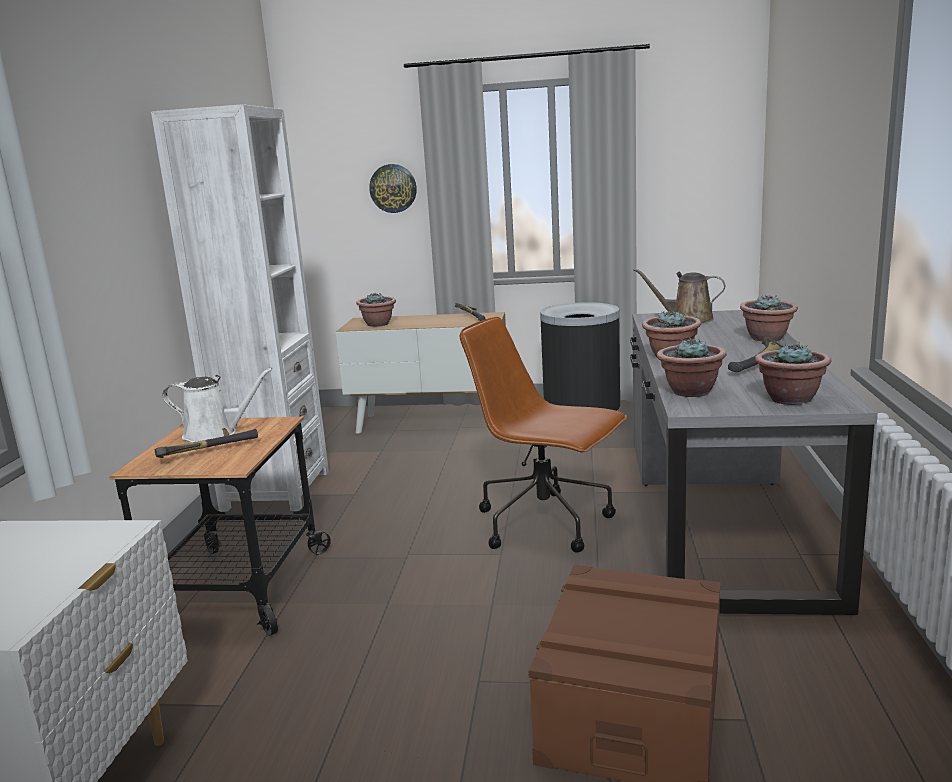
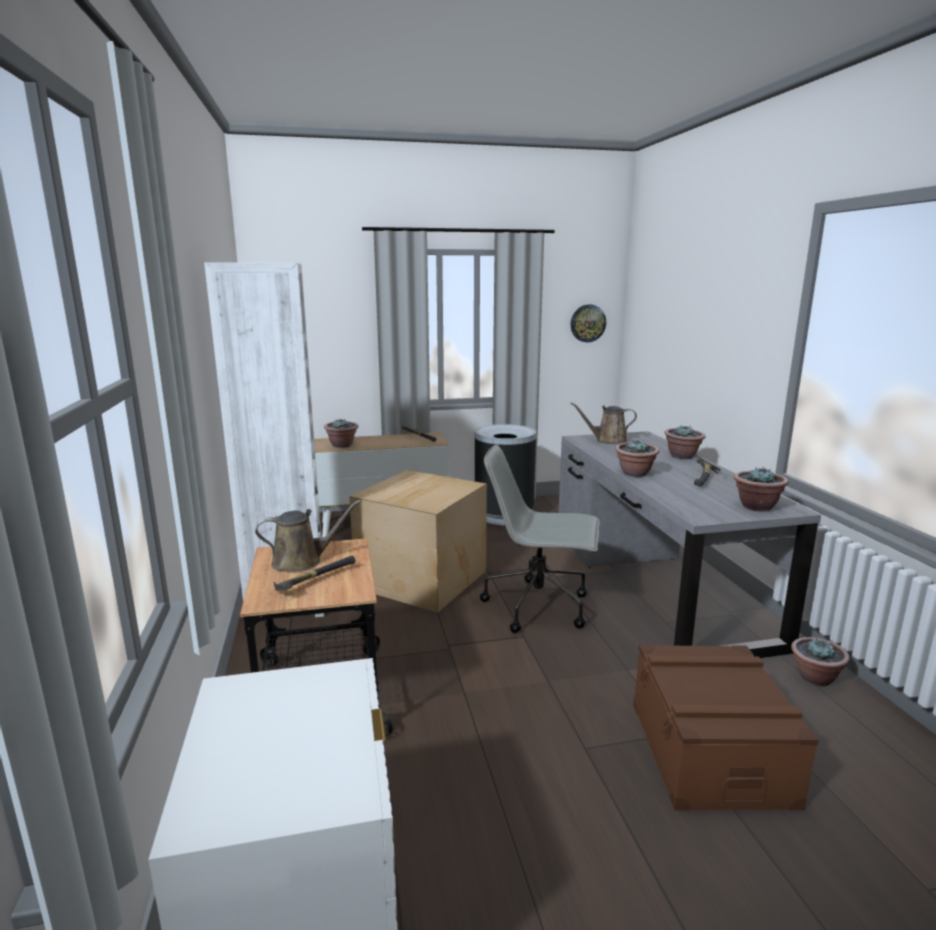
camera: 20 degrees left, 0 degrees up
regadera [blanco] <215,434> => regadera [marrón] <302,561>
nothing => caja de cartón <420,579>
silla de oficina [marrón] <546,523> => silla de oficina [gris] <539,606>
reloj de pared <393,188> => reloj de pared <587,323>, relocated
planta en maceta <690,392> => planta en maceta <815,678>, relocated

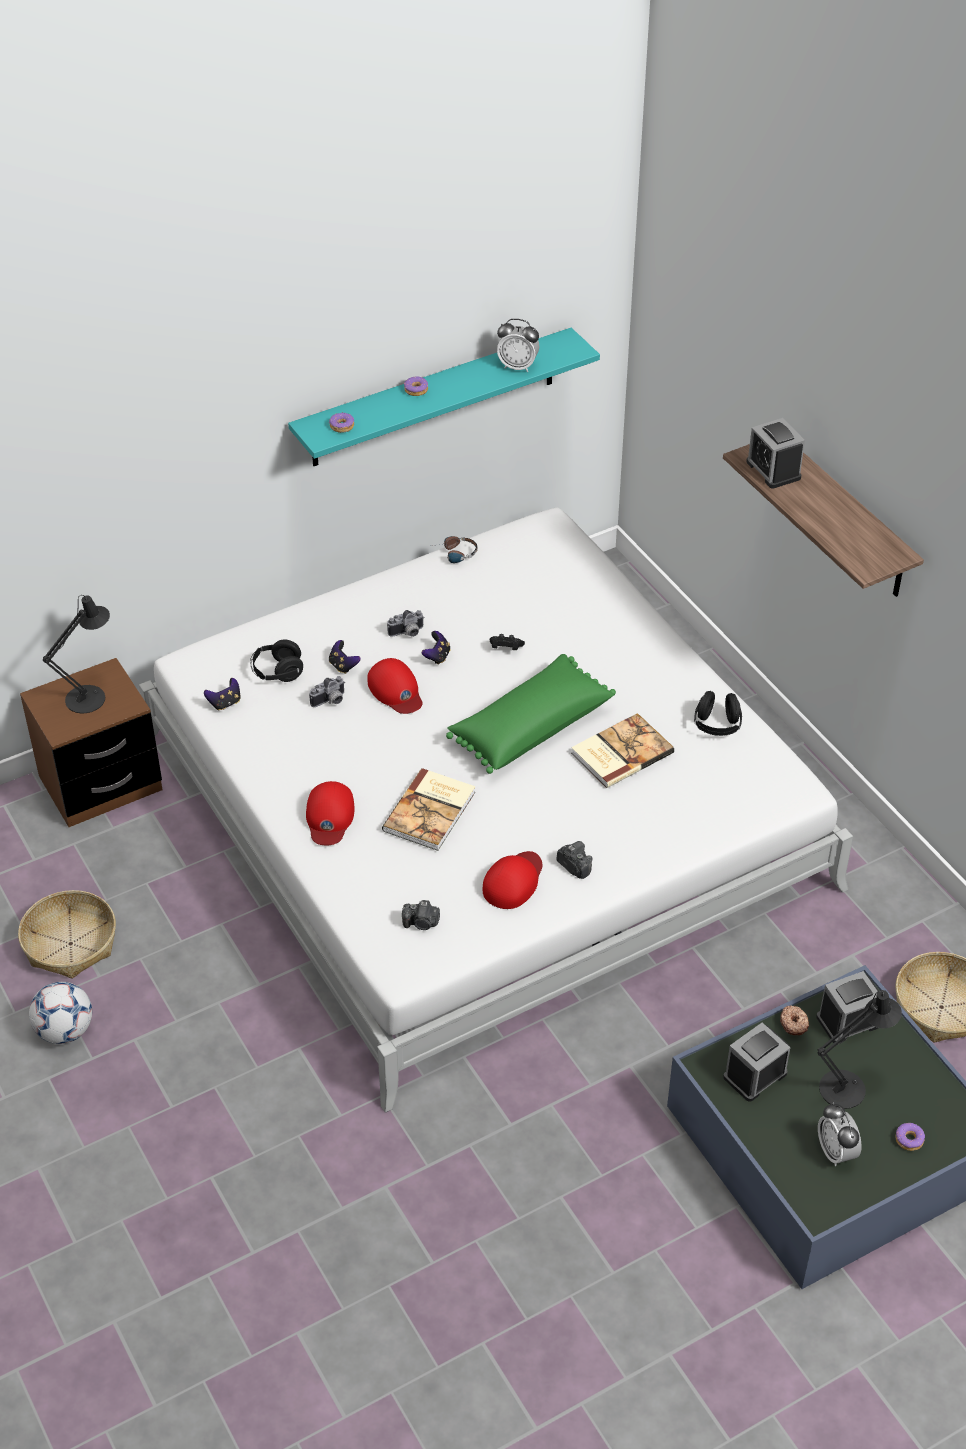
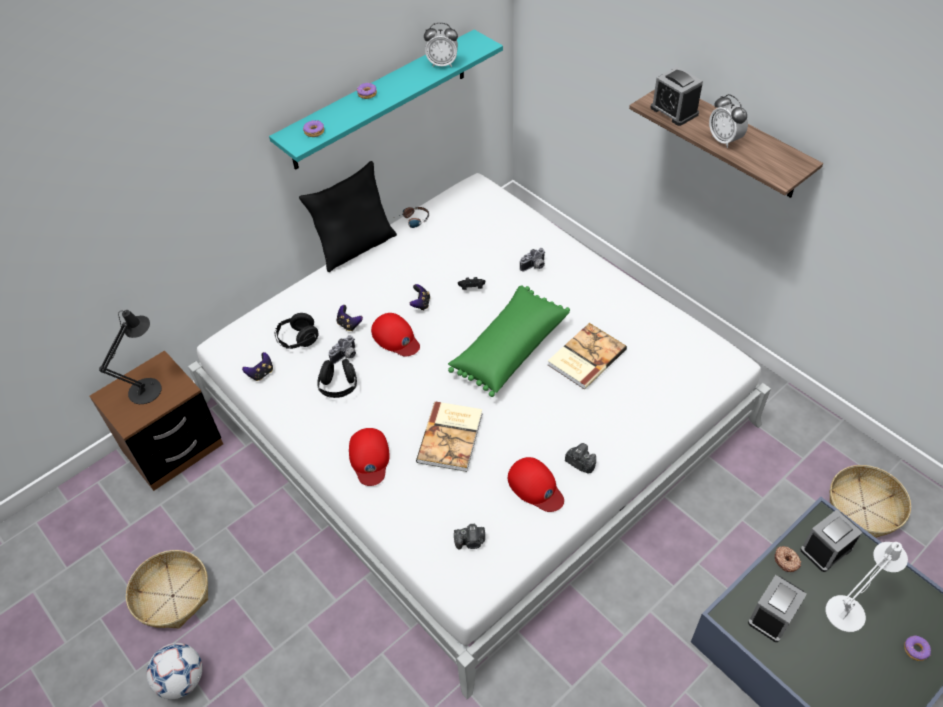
camera: 10 degrees left, 5 degrees up
nothing => cojín [negro] <355,246>
auriculares [negro] <717,725> => auriculares [negro] <339,387>, relocated
gorra [rojo] <513,881> => gorra [rojo] <535,487>, 120 degrees clockwise
cámara <407,633> => cámara <534,267>, relocated
despertador <836,1152> => despertador <724,140>, relocated
lámpara de mesa [negro] <848,1086> => lámpara de mesa [blanco] <849,610>

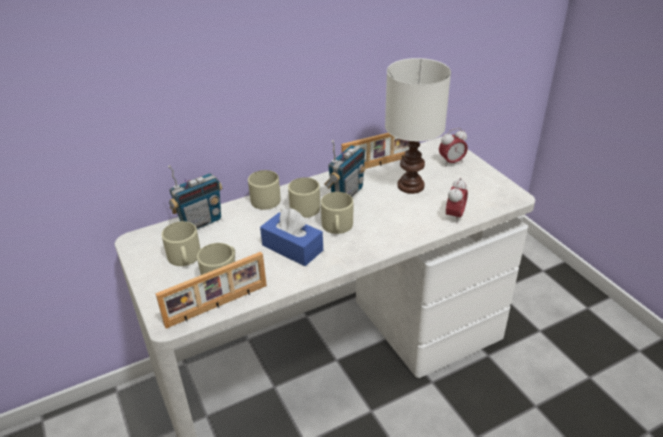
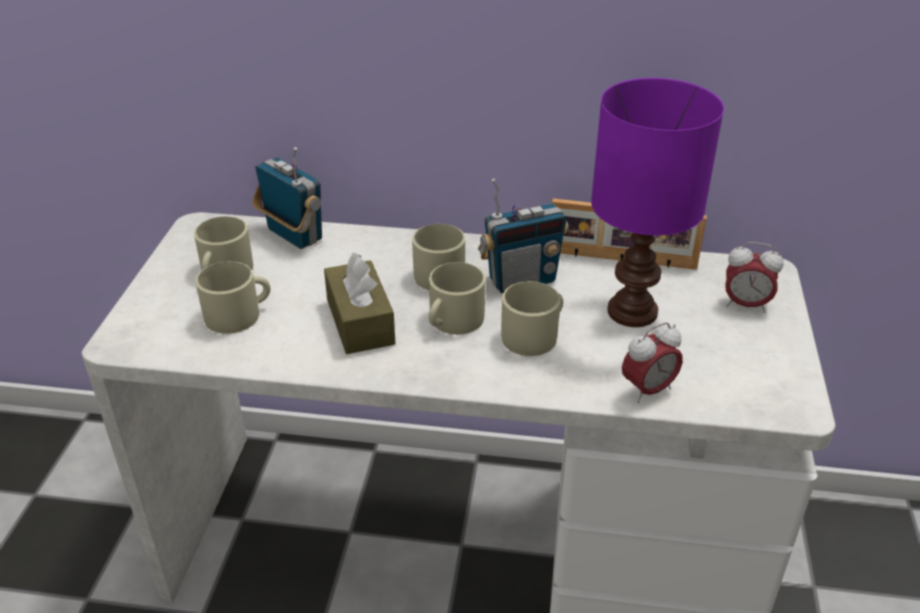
camera: 35 degrees right, 0 degrees up
radio <201,221> => radio <293,235>, 135 degrees counterclockwise
caja de pañuelos [azul] <292,248> => caja de pañuelos [marrón] <360,322>
taza grande [beis] <267,198> => taza grande [beis] <534,335>, relocated
lámpara de mesa [blanco] <411,185> => lámpara de mesa [morado] <634,311>
portarretratos <217,306> => nothing

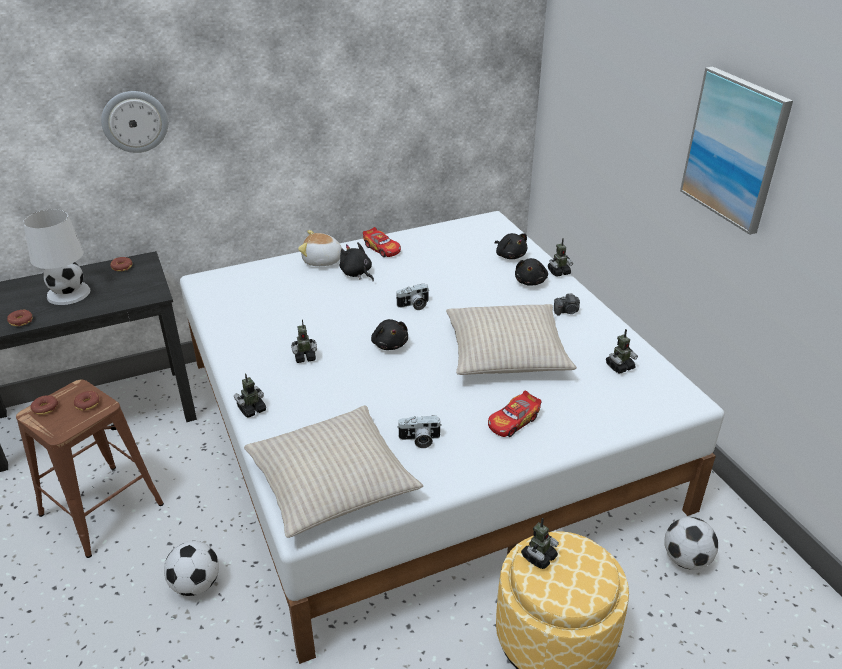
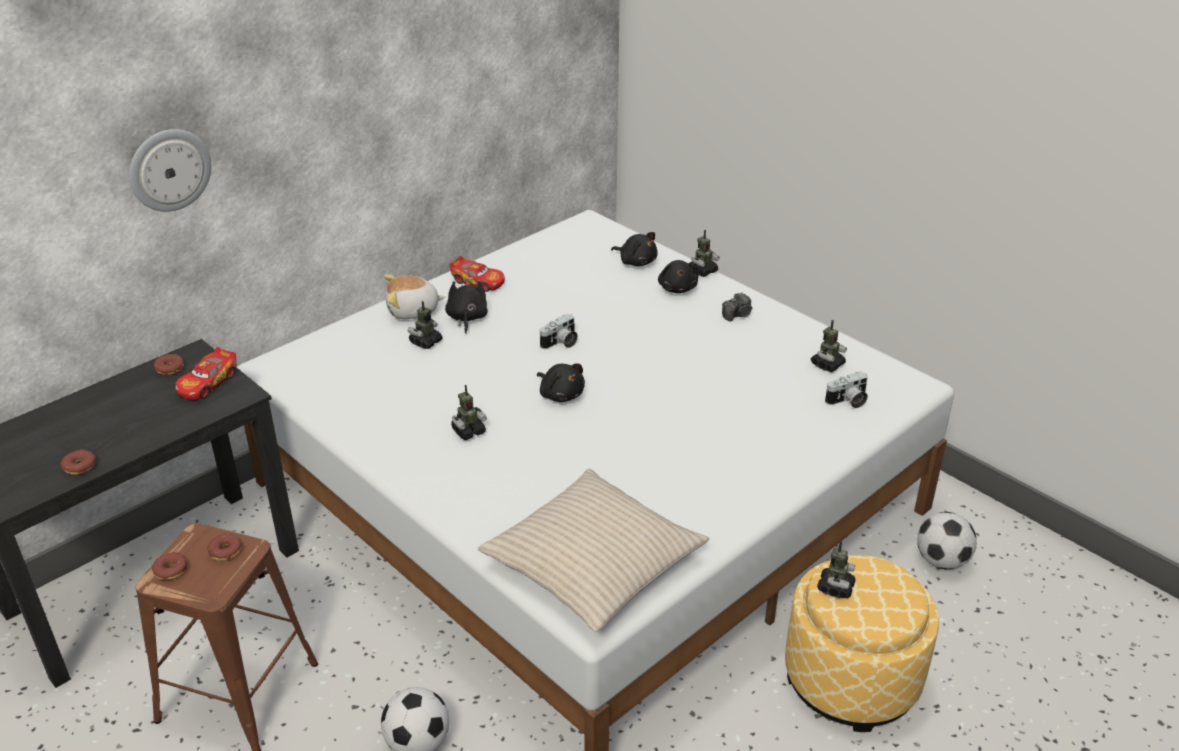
camera: 20 degrees left, 0 degrees up
coche de juguete <513,421> => coche de juguete <207,383>, relocated
robot de juguete <252,409> => robot de juguete <426,342>, relocated
peluche [negro] <357,273> => peluche [negro] <467,318>, 60 degrees clockwise
cámara <419,440> => cámara <848,401>, relocated
lámpara de mesa [blanco] <68,293> => nothing
cojín [beis] <506,352> => nothing
cuadro <734,149> => nothing

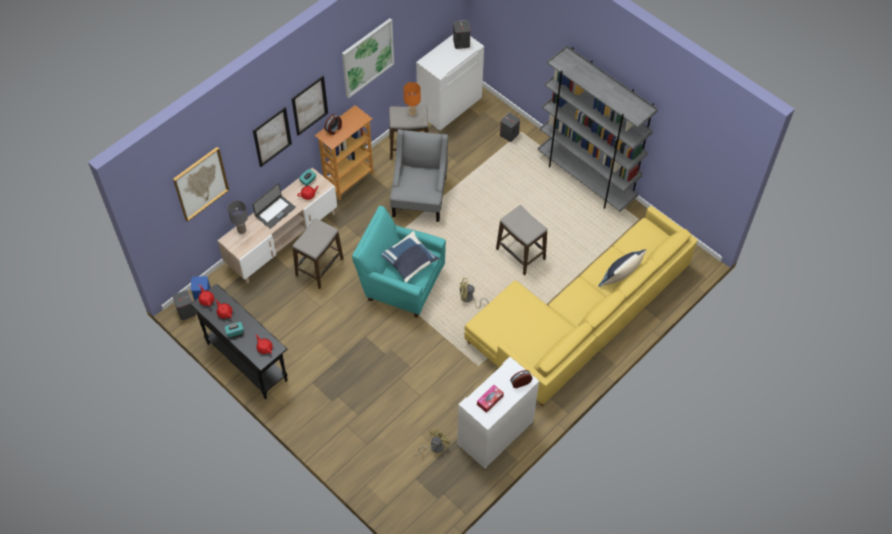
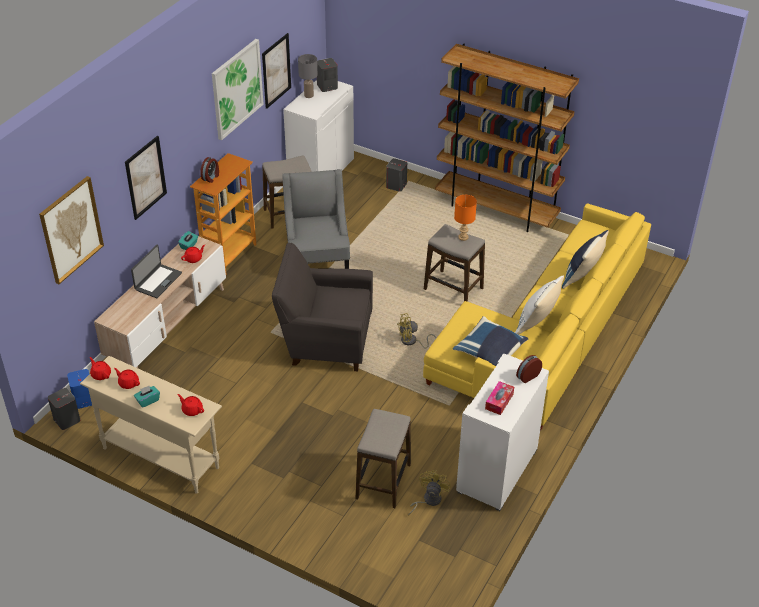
camera: 15 degrees left, 15 degrees down
mesa consola [negro] <247,361> => mesa consola [beis] <160,457>
cuadro <309,105> => cuadro <276,70>, relocated
sillón [turquesa] <400,283> => sillón [gris] <325,341>
lámpara de mesa [gris] <241,230> => lámpara de mesa [gris] <308,95>, relocated
taburete <319,267> => taburete <383,481>, relocated
estantería [gris] <586,179> => estantería [marrón] <496,210>
cojín [azul] <409,262> => cojín [azul] <490,352>, relocated
lámpara de mesa [naranja] <412,113> => lámpara de mesa [naranja] <463,237>, relocated
nothing => cojín [blanco] <537,323>

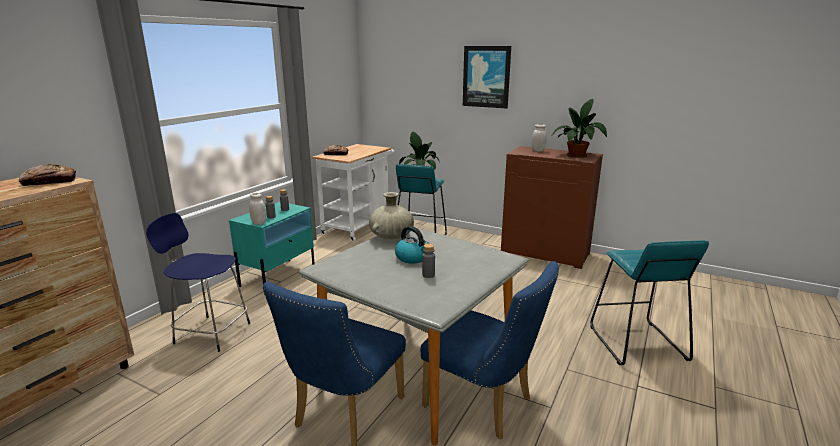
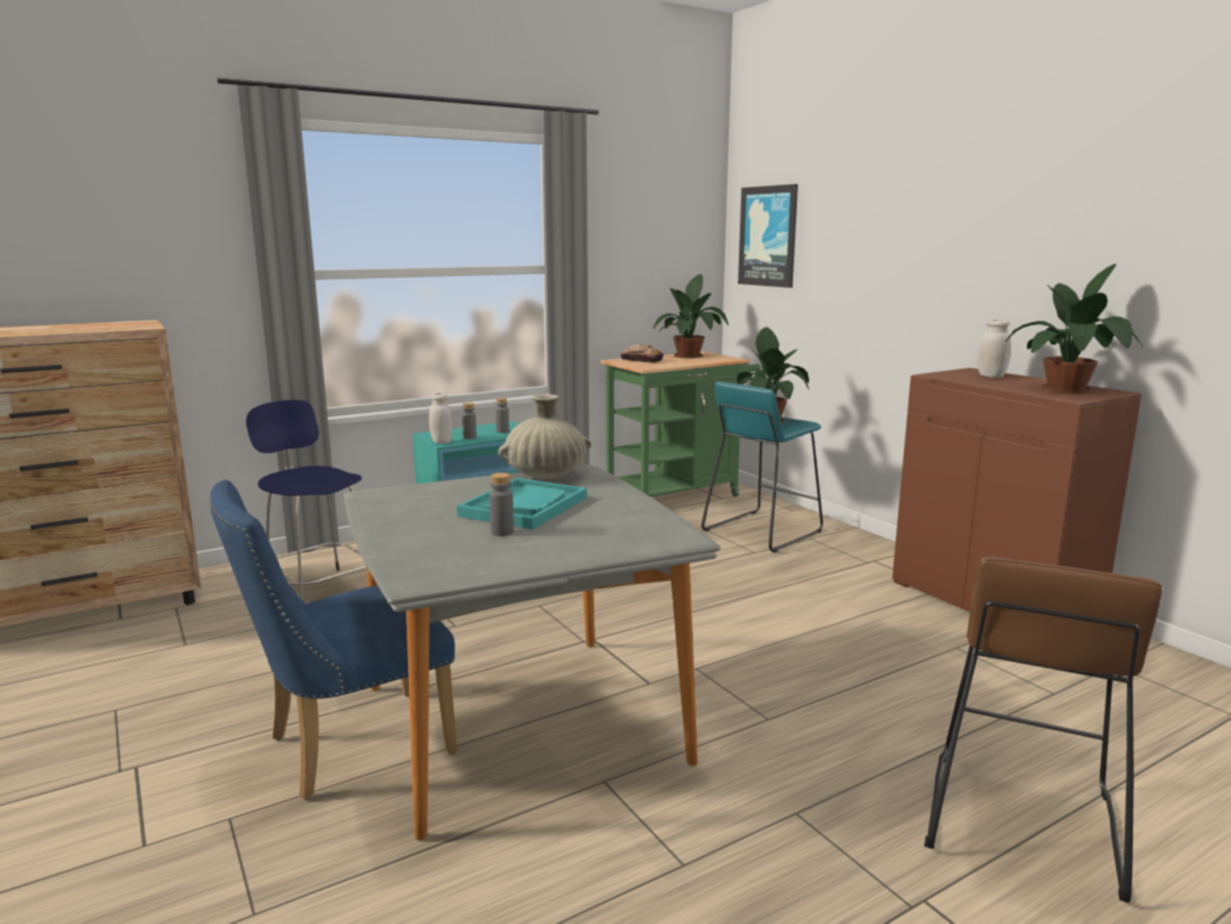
camera: 30 degrees right, 5 degrees down
hervidor <413,258> => bandeja [turquesa] <524,506>
carrito [blanco] <359,226> => carrito [verde] <679,495>
nothing => planta en maceta <690,356>
cuadro <486,77> => cuadro <768,236>, relocated
taburete [turquesa] <636,343> => taburete [marrón] <1019,820>
pan <49,182> => nothing
silla [azul] <485,405> => nothing

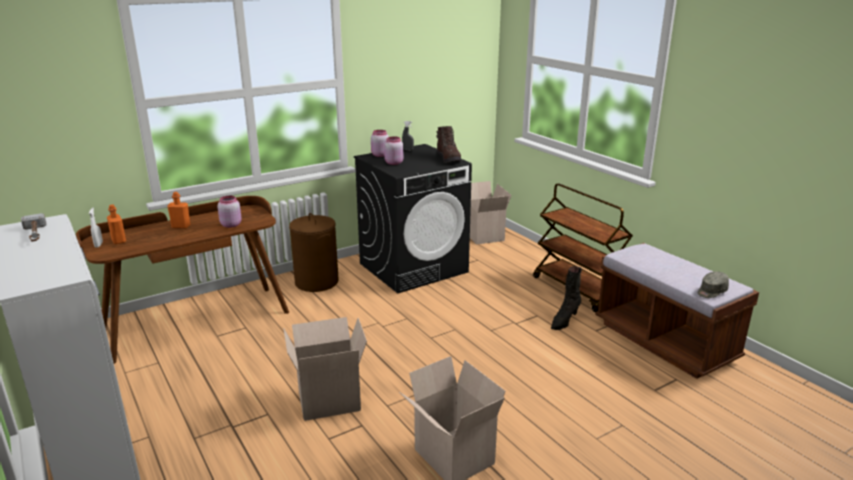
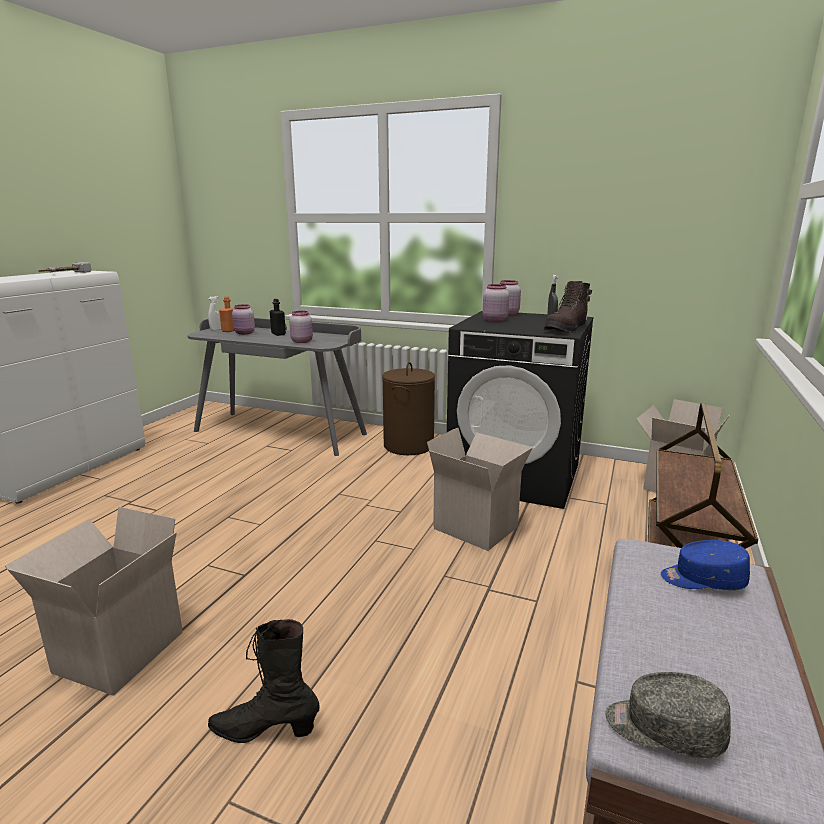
camera: 55 degrees right, 5 degrees down
escritorio [marrón] <197,322> => escritorio [gris] <280,432>
bota [negro] <564,321> => bota [negro] <265,730>, relocated
nothing => tarro [rosa] <244,333>
botella [naranja] <181,226> => botella [negro] <278,334>
caja de cartón <330,399> => caja de cartón <478,527>, relocated
nothing => gorra [azul] <702,580>

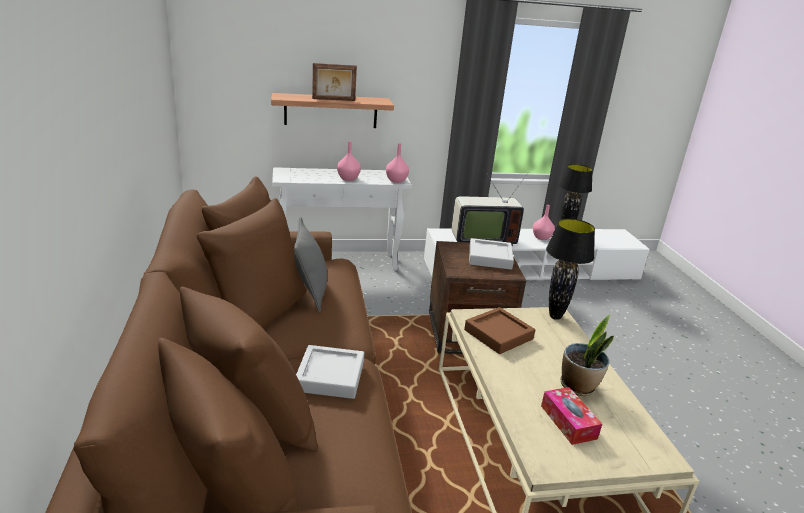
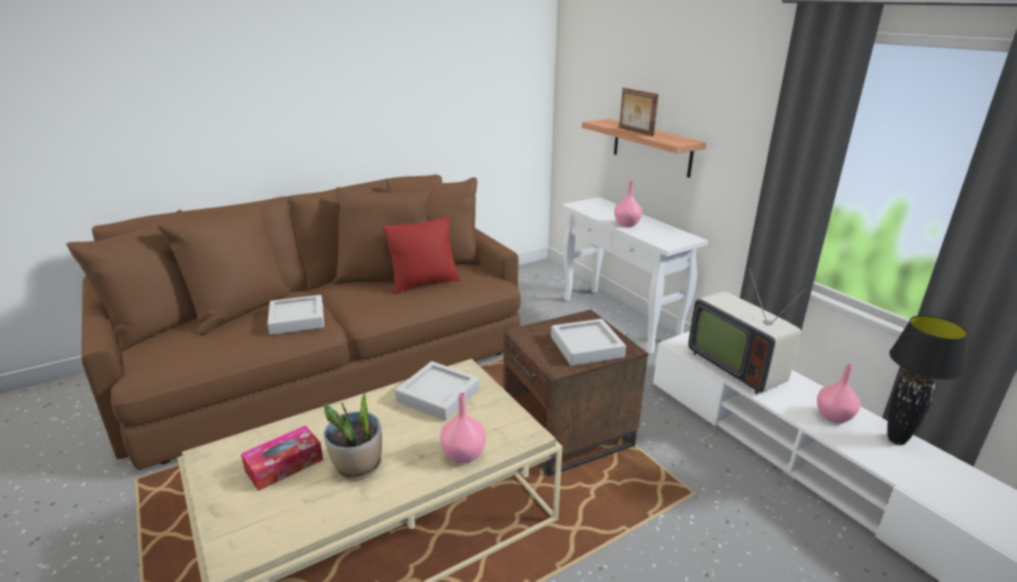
camera: 70 degrees right, 0 degrees up
cojín [gris] <310,293> => cojín [rojo] <424,283>
bandeja [marrón] <498,334> => bandeja [gris] <438,395>
florero [rosa] <396,180> => florero [rosa] <463,454>, relocated
lámpara de mesa [negro] <555,316> => nothing

